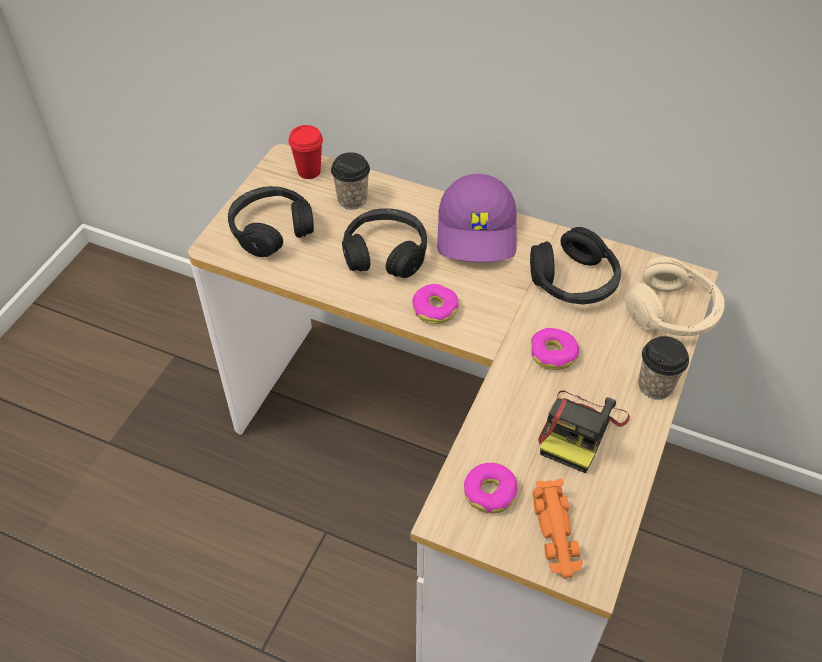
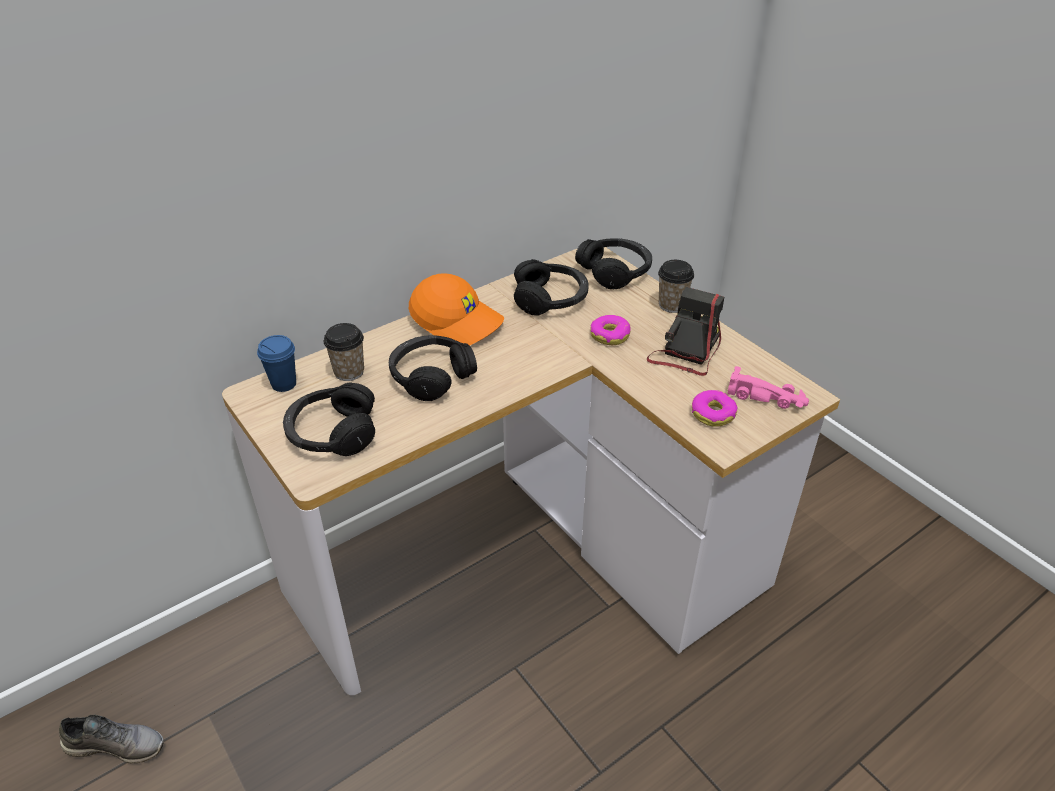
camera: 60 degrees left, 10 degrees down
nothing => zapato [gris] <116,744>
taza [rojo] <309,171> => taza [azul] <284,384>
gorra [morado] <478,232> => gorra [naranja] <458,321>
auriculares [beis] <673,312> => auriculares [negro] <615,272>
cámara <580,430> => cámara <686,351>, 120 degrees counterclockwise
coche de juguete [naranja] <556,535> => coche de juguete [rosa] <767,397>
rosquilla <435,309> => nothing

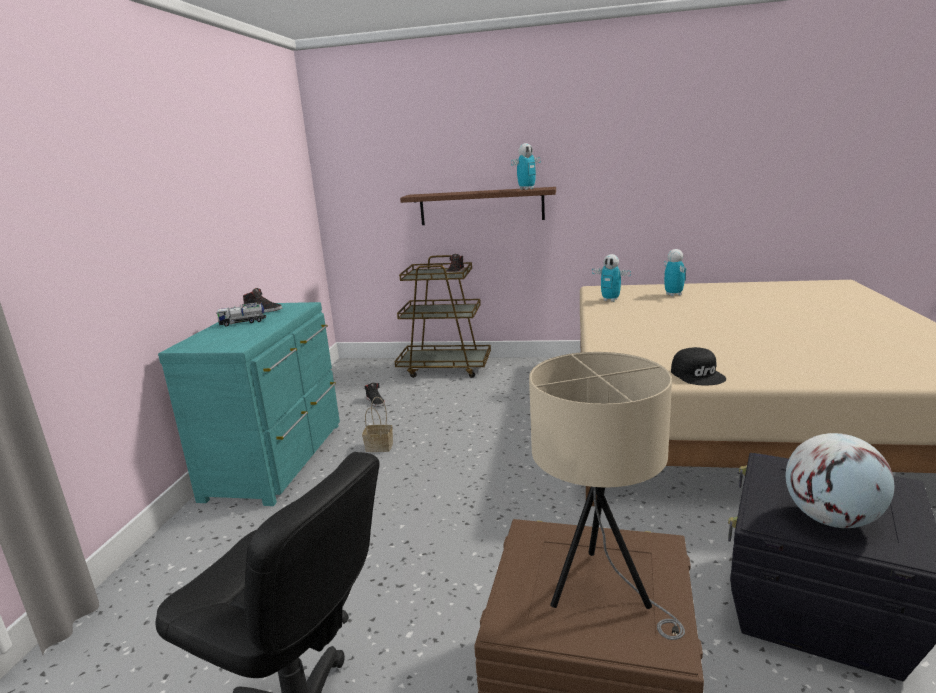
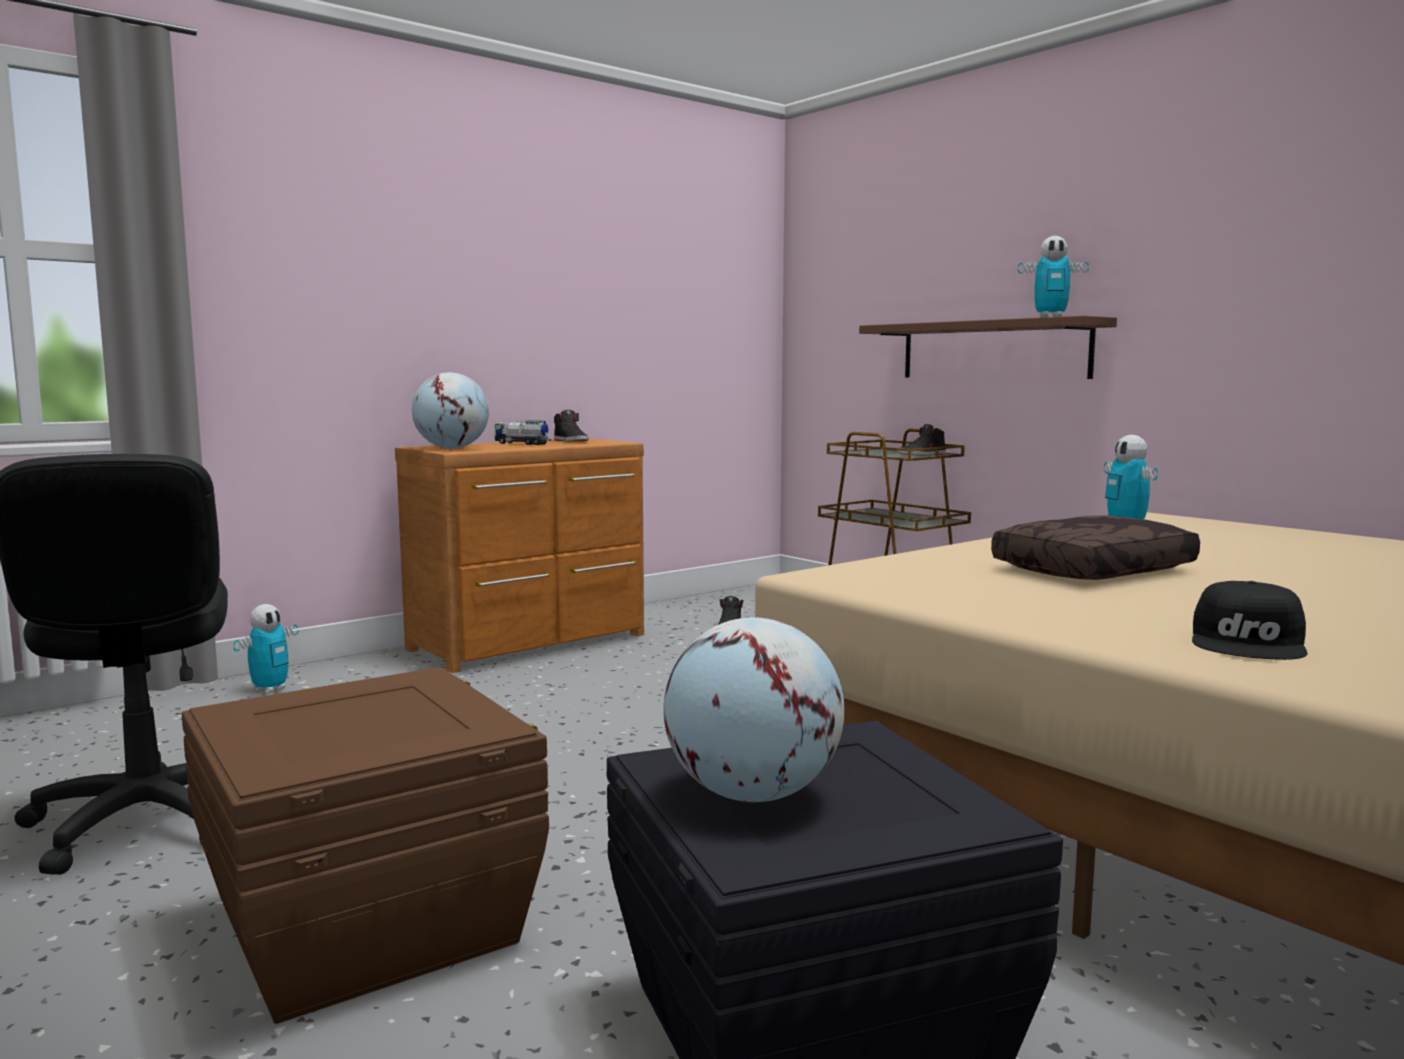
camera: 40 degrees right, 10 degrees down
robot de juguete <673,294> => robot de juguete <270,689>, relocated
cómoda [turquesa] <279,459> => cómoda [marrón] <532,643>
nothing => globo terráqueo <452,448>
nothing => cojín [marrón] <1094,570>
gorra [negro] <698,374> => gorra [negro] <1250,643>, relocated
cesta <380,446> => nothing
lámpara de mesa [beis] <602,592> => nothing

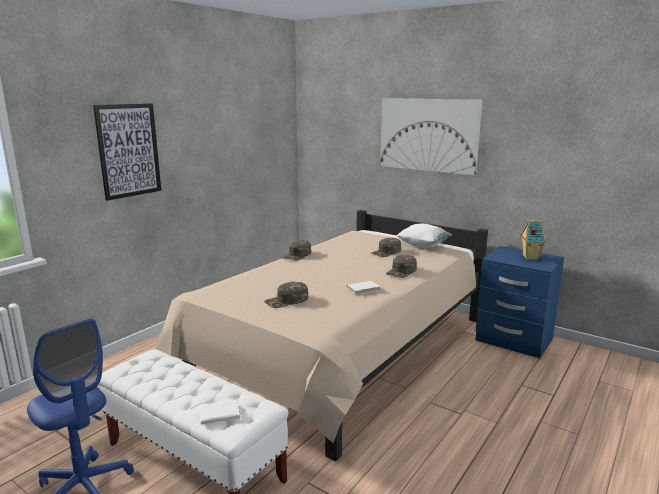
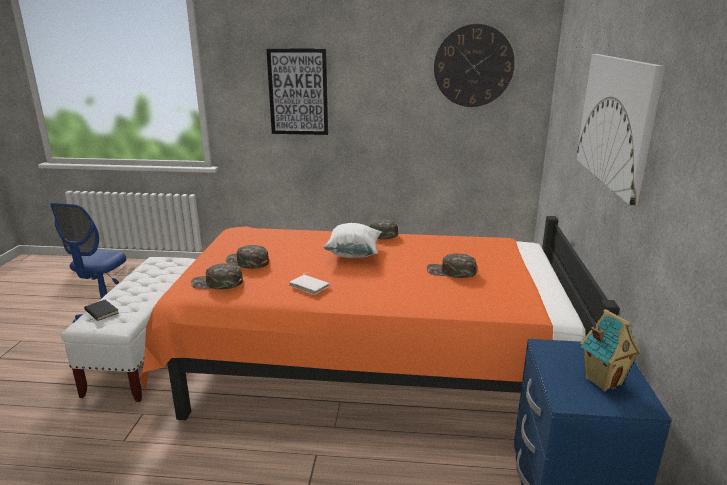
camera: 60 degrees right, 5 degrees up
libro [blanco] <219,415> => libro [negro] <100,312>
cama [beis] <343,354> => cama [naranja] <369,363>
gorra [verde] <401,271> => gorra [verde] <217,283>, relocated
cojín [blanco] <423,246> => cojín [blanco] <353,254>, relocated
nothing => reloj de pared <473,66>

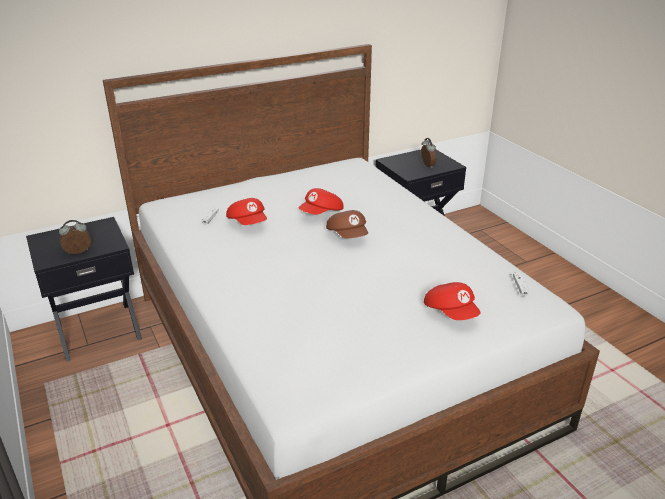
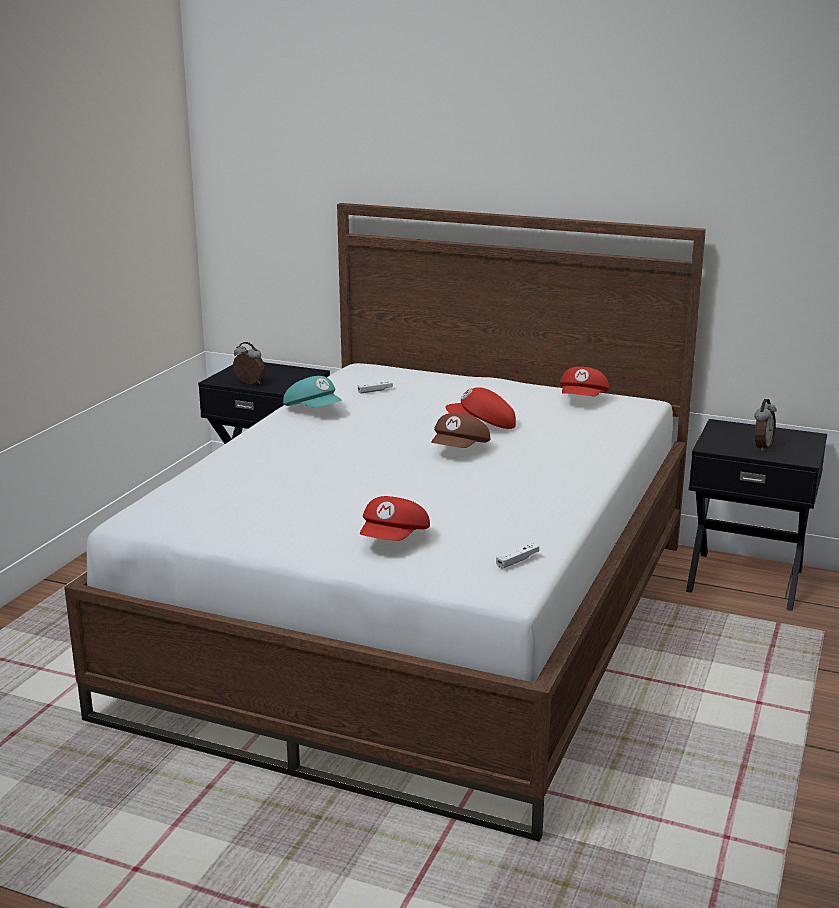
camera: 50 degrees right, 10 degrees down
nothing => gorra [turquesa] <314,410>
gorra [rojo] <248,222> => gorra [rojo] <583,400>, relocated

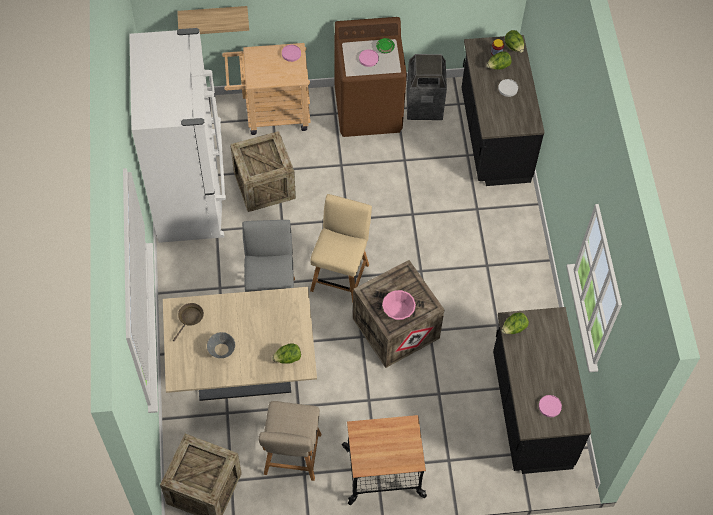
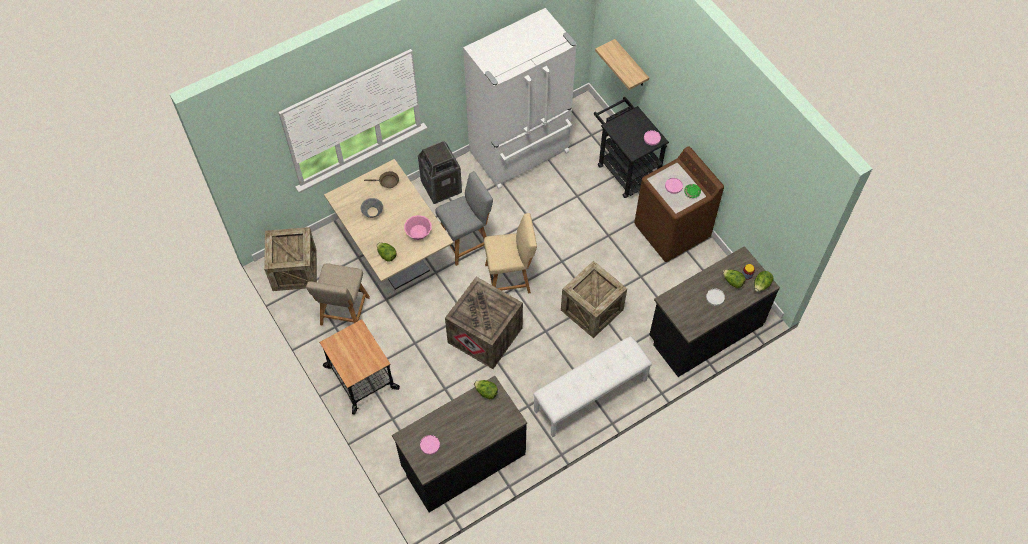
camera: 65 degrees right, 0 degrees up
silla [beis] <292,457> => silla [beis] <344,313>, 60 degrees counterclockwise
cuenco [rosa] <398,310> => cuenco [rosa] <418,232>, relocated
papelera <424,106> => papelera <441,187>, relocated
nothing => banco [blanco] <590,396>
caja de embalaje <264,185> => caja de embalaje <592,310>, relocated
carrito [beis] <270,114> => carrito [negro] <624,168>

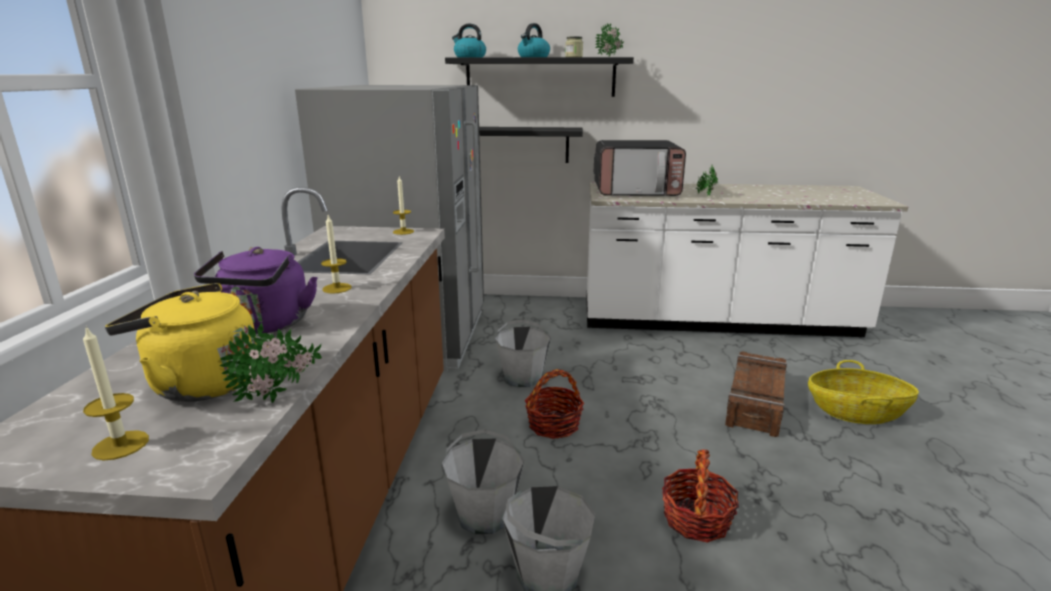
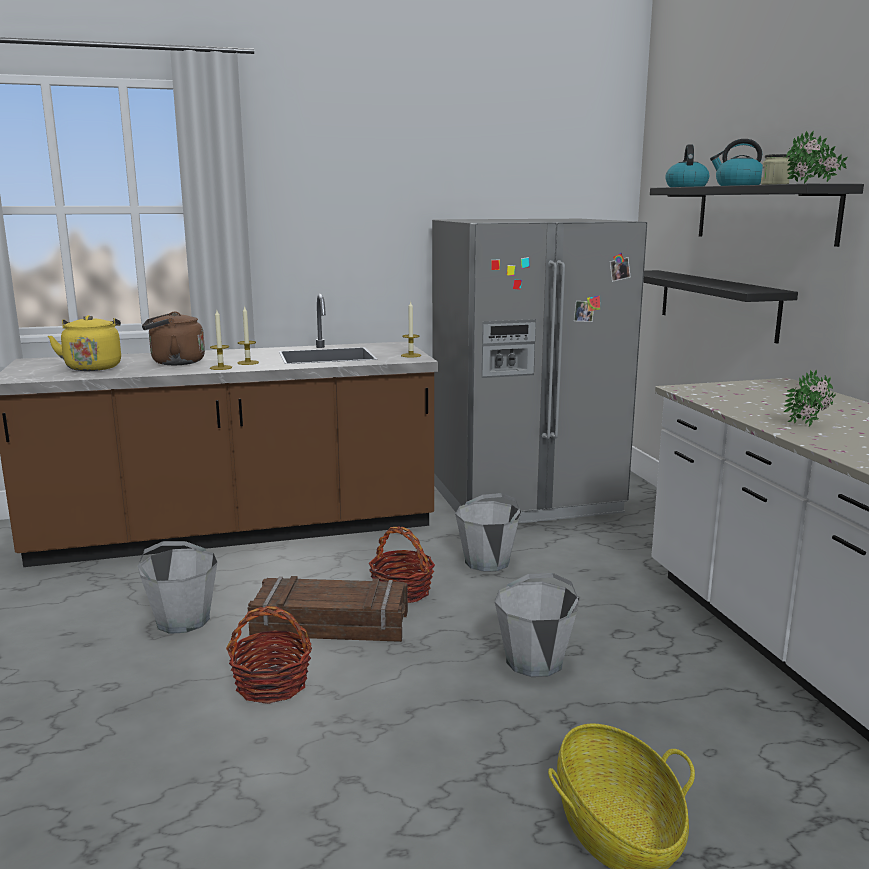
camera: 70 degrees right, 5 degrees down
hervidor [morado] <265,325> => hervidor [marrón] <174,363>
vela <121,445> => vela <221,367>, relocated
caja de embalaje <756,402> => caja de embalaje <330,625>, relocated
cubo [gris] <484,514> => cubo [gris] <535,661>, relocated
planta en maceta <281,396> => nothing
microondas <636,192> => nothing

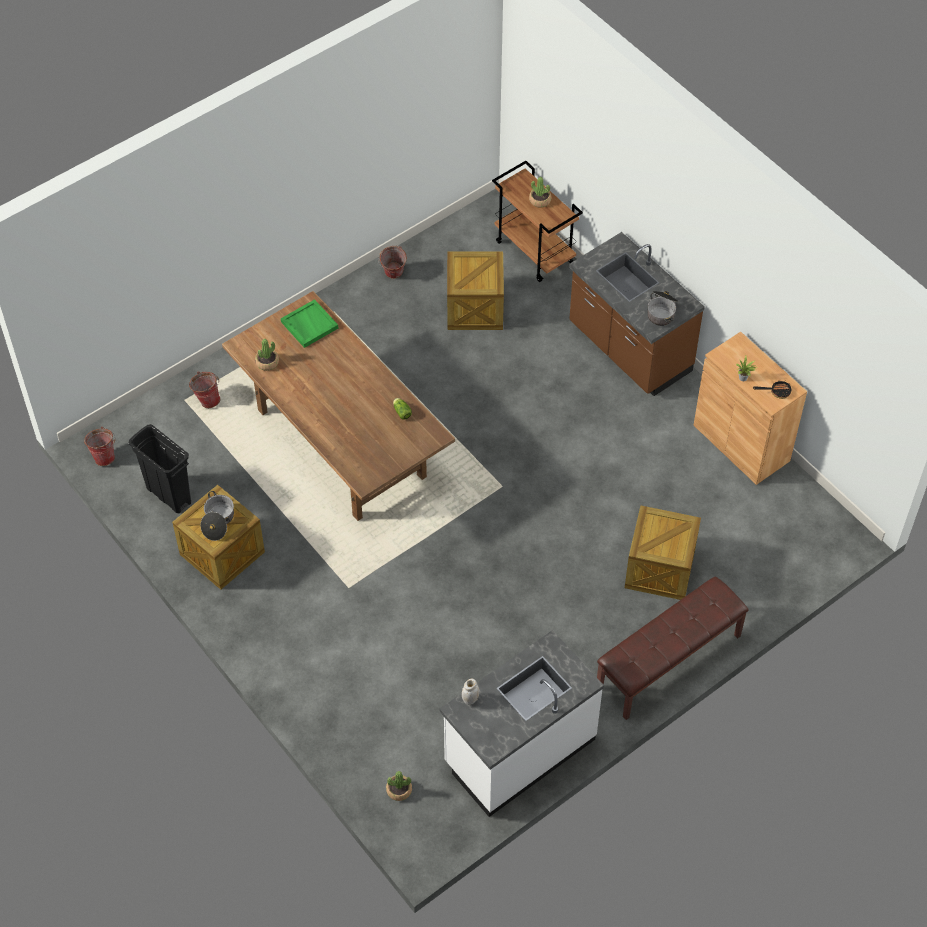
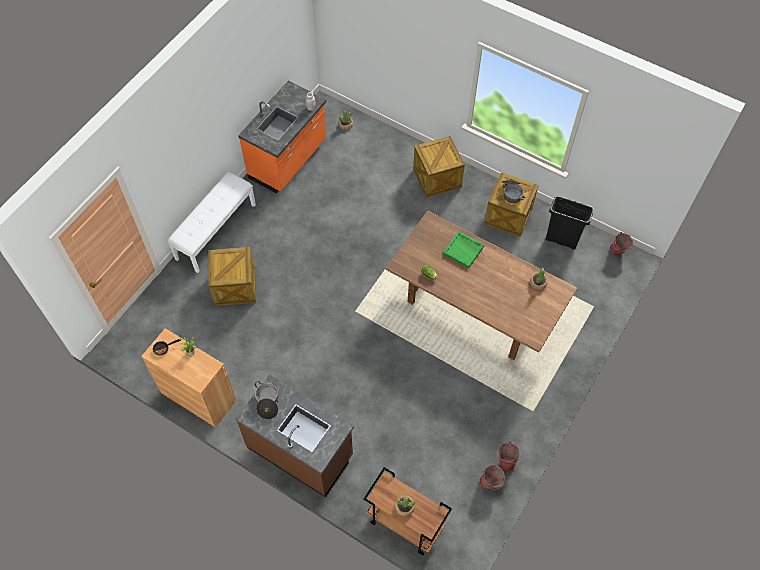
camera: 160 degrees right, 5 degrees up
banco [marrón] <669,662> => banco [blanco] <215,231>
mueble bajo de cocina [blanco] <519,751> => mueble bajo de cocina [naranja] <288,160>
caja de embalaje <475,308> => caja de embalaje <437,178>, relocated
bandeja [verde] <309,325> => bandeja [verde] <463,250>, relocated
cubo <207,399> => cubo <490,484>, relocated

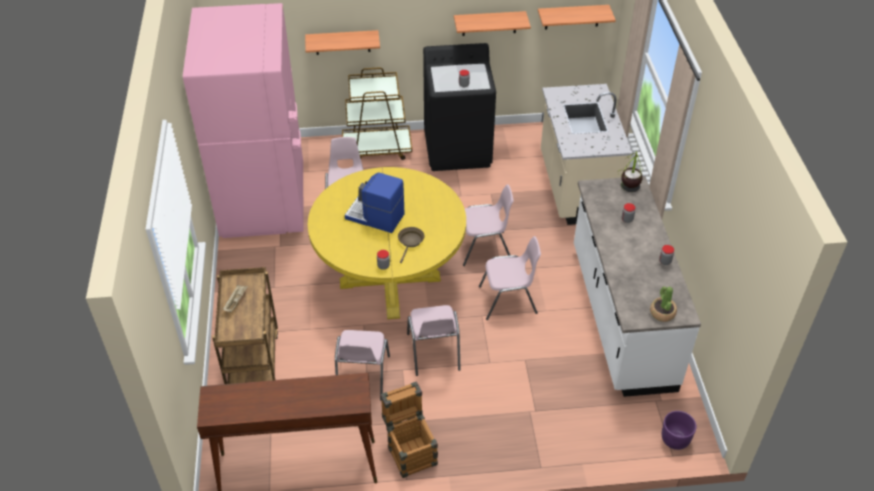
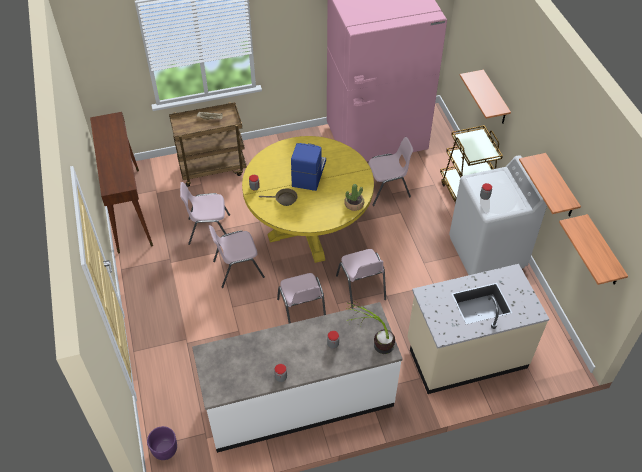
camera: 80 degrees right, 5 degrees up
planta en maceta <662,313> => planta en maceta <354,204>, relocated
lavadora [negro] <458,149> => lavadora [blanco] <487,252>
caja de embalaje <410,450> => nothing

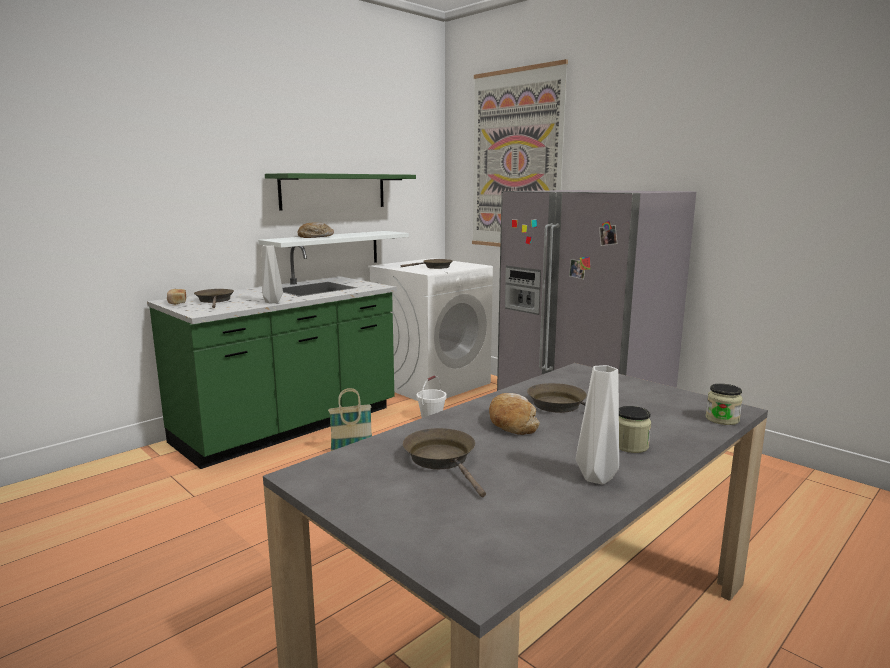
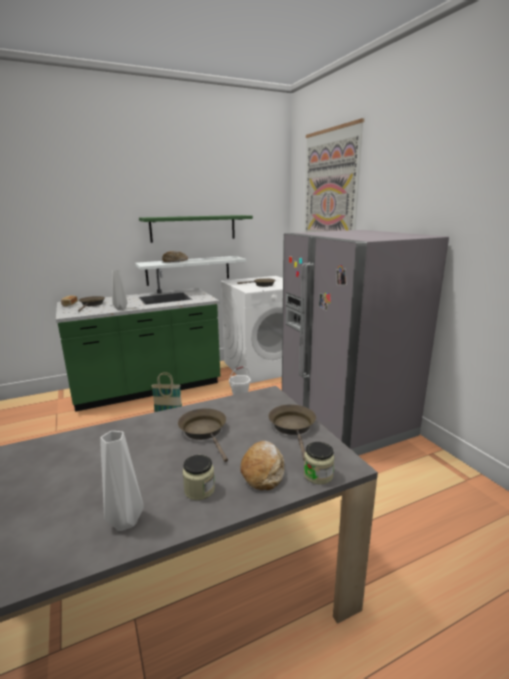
camera: 20 degrees right, 5 degrees up
pan <511,423> => pan <263,471>, relocated
sartén [marrón] <442,460> => sartén [marrón] <293,427>, relocated

